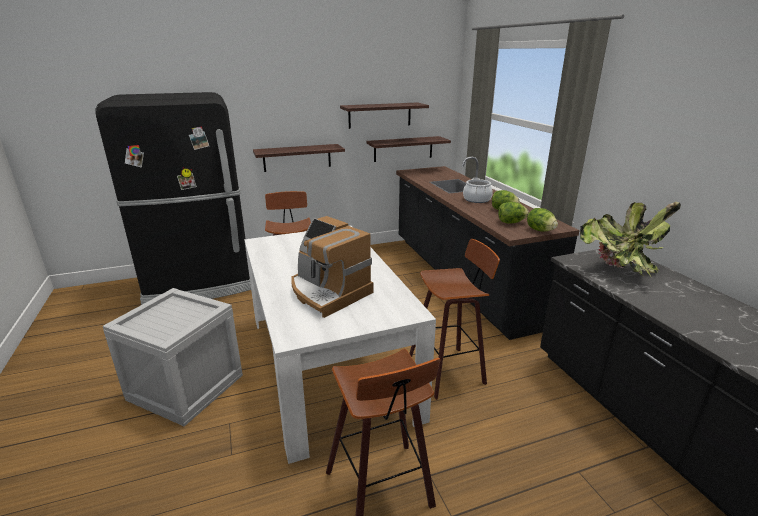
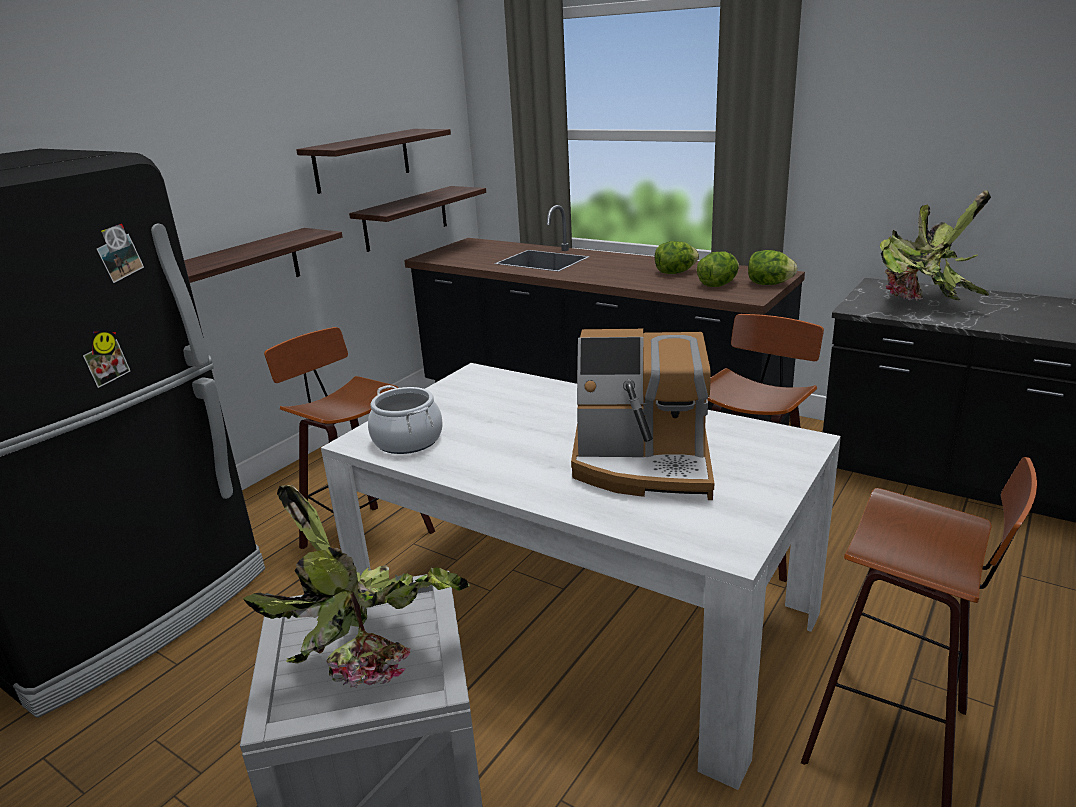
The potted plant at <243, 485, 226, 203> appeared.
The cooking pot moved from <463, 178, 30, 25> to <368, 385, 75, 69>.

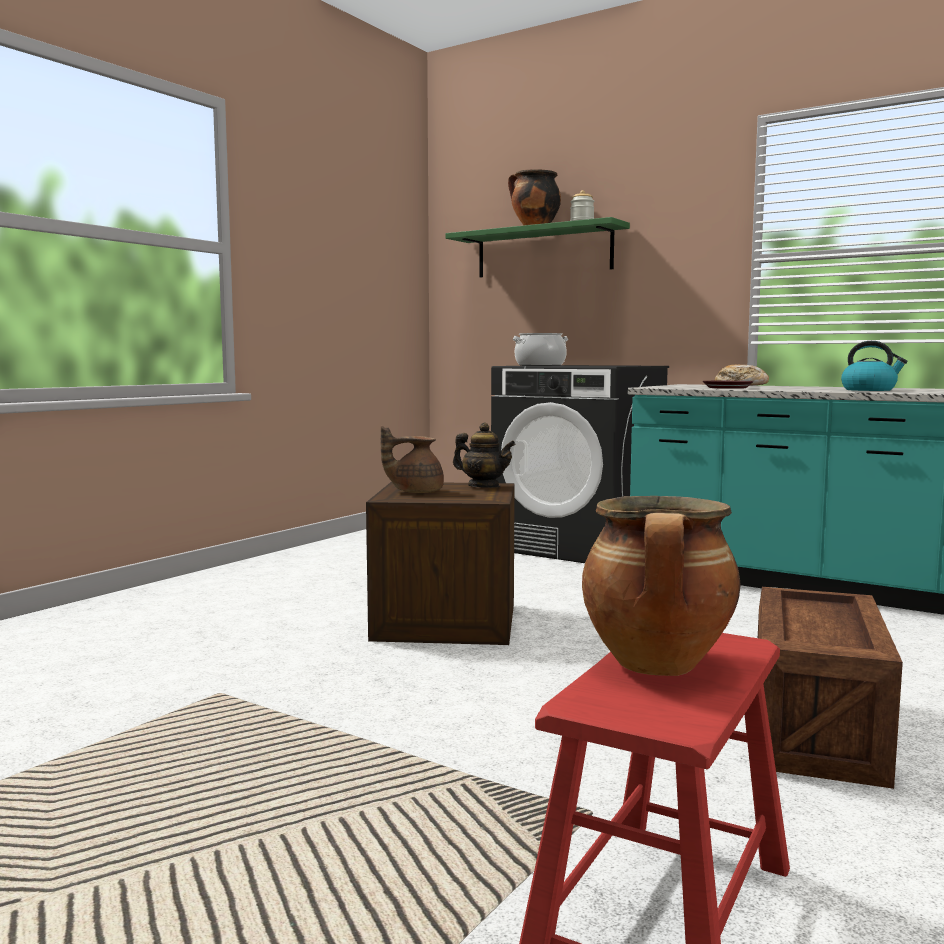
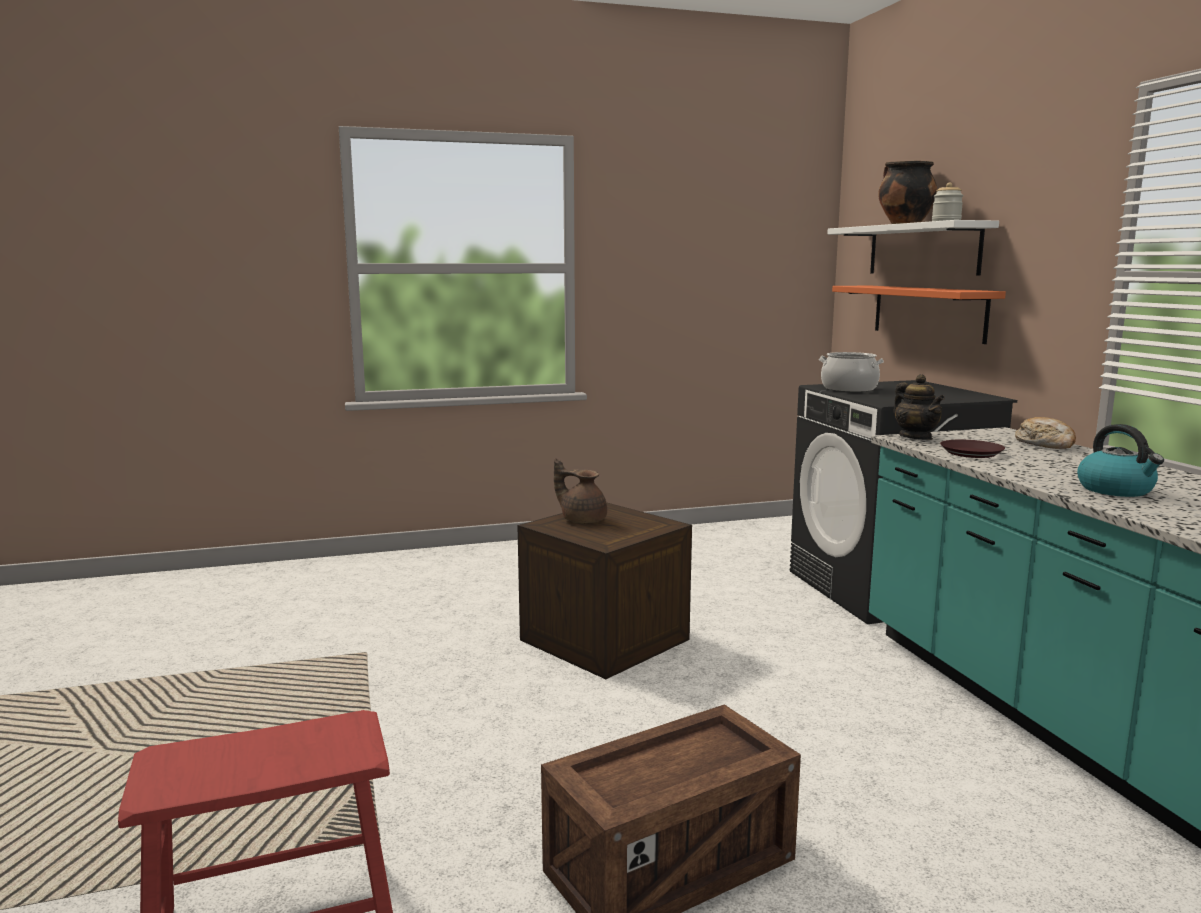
The shelf in green at <445, 217, 185, 60> became the shelf in white at <827, 220, 172, 56>.
The shelf in orange at <832, 286, 174, 58> appeared.
The teapot moved from <453, 423, 63, 65> to <893, 374, 52, 66>.
The cooking pot at <582, 496, 159, 180> disappeared.

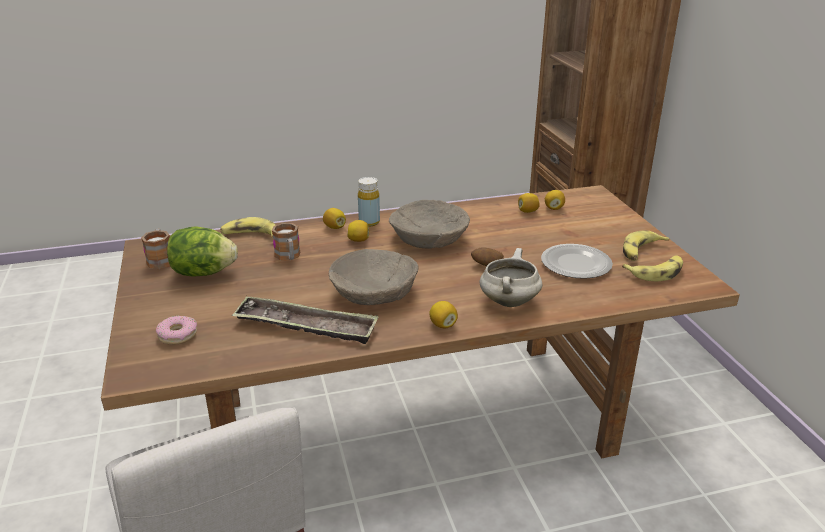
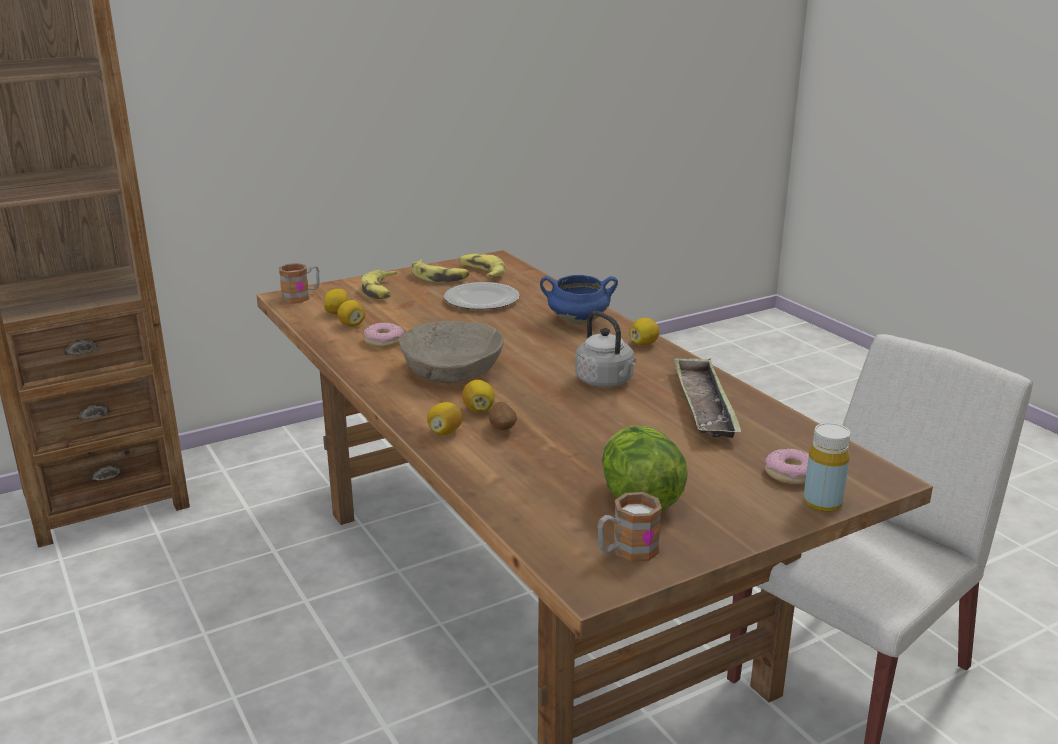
The mug moved from <272, 223, 28, 37> to <279, 263, 41, 41>.
The banana moved from <220, 217, 55, 21> to <361, 270, 36, 29>.
The donut at <364, 322, 40, 25> appeared.
The potato moved from <471, 247, 33, 19> to <489, 402, 28, 28>.
The cooking pot in white at <480, 248, 62, 59> became the cooking pot in blue at <540, 275, 78, 50>.
The bowl in beige at <329, 249, 90, 56> was replaced by the kettle in grey at <575, 311, 62, 76>.
The bottle in yellow moved from <358, 177, 22, 50> to <803, 423, 48, 89>.

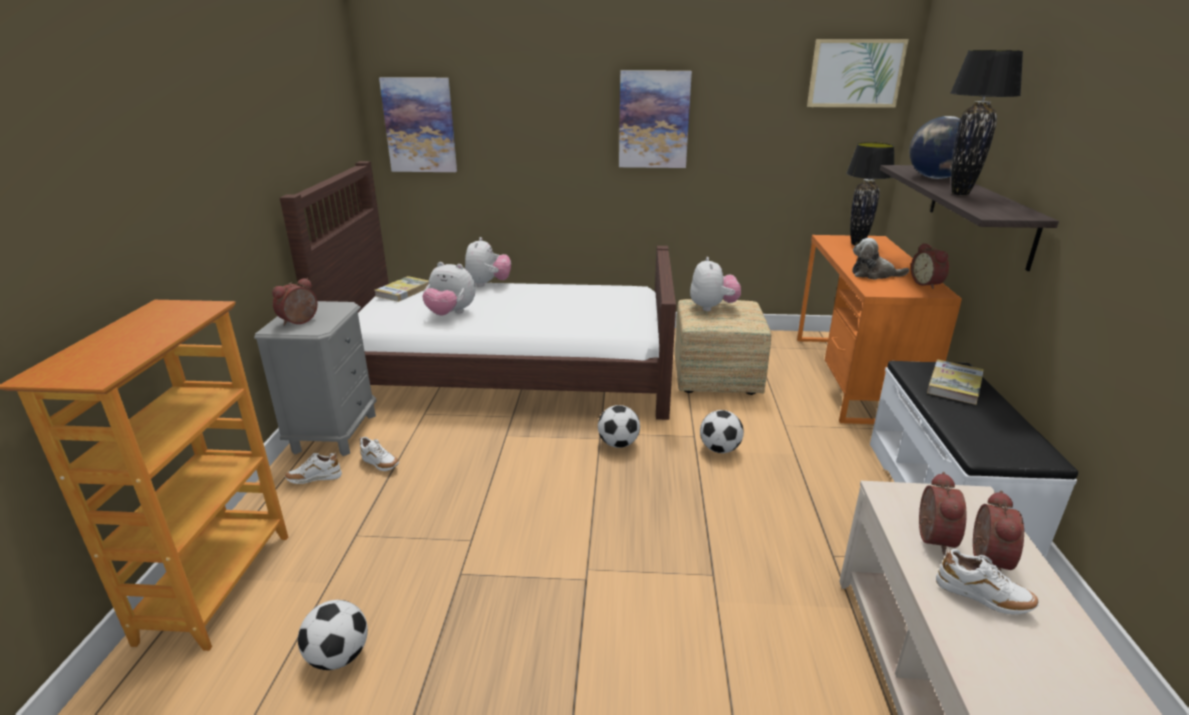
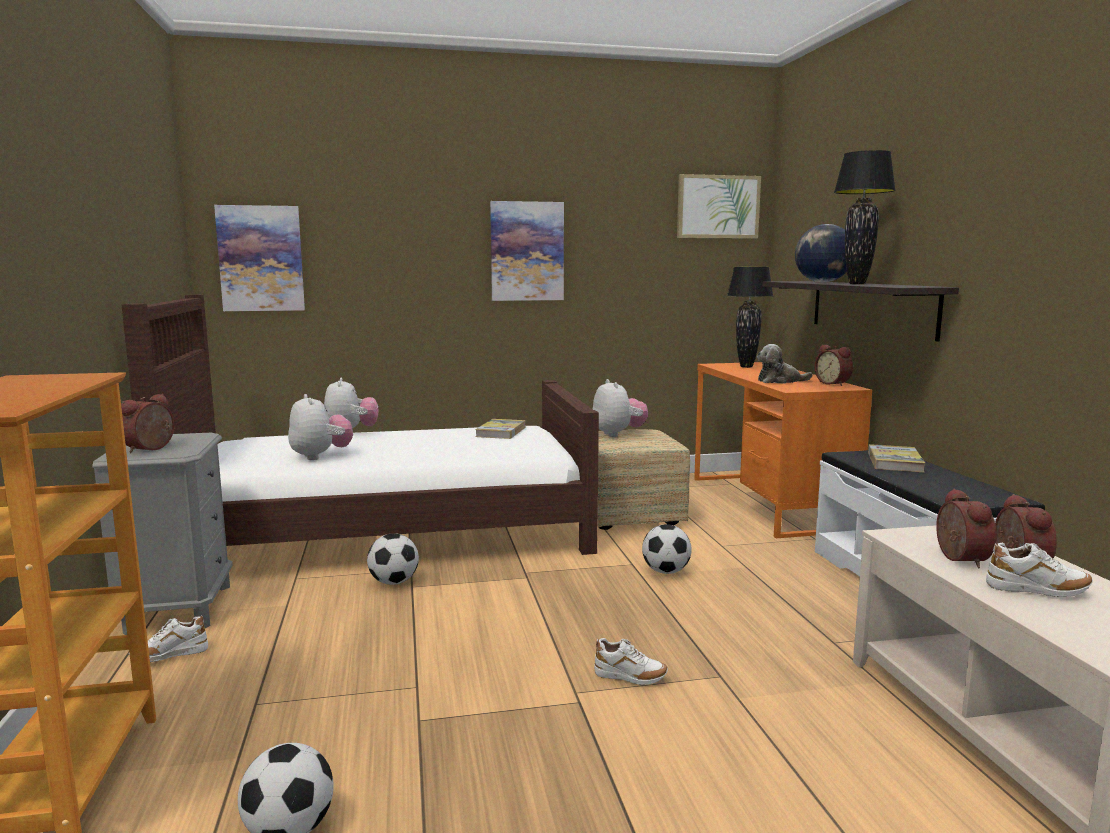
The plush toy at <422, 262, 54, 53> turned 120 degrees counterclockwise.
The football moved from <598, 405, 42, 43> to <367, 533, 52, 52>.
The book moved from <375, 276, 54, 26> to <475, 419, 51, 20>.
The shoe in white moved from <359, 437, 40, 34> to <594, 638, 74, 47>.

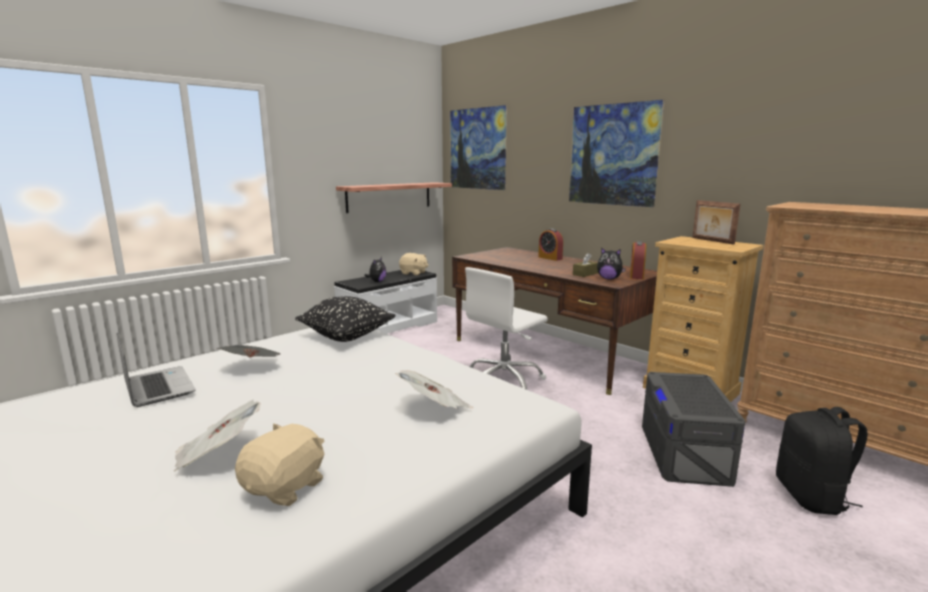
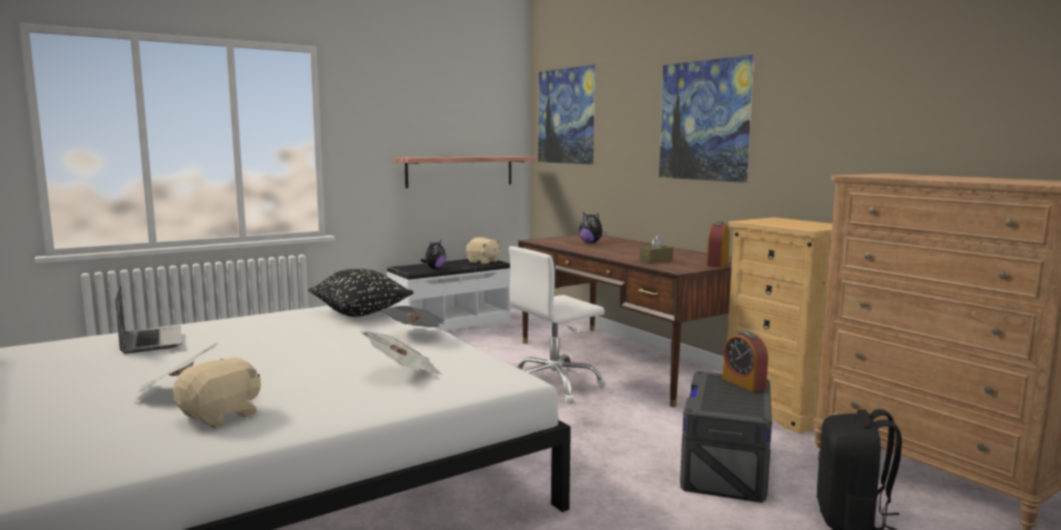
The newspaper moved from <215, 345, 65, 13> to <381, 306, 63, 21>.
The plush toy moved from <597, 248, 29, 31> to <579, 212, 28, 31>.
The alarm clock moved from <538, 229, 25, 32> to <723, 331, 45, 61>.
The picture frame at <692, 200, 48, 45> disappeared.

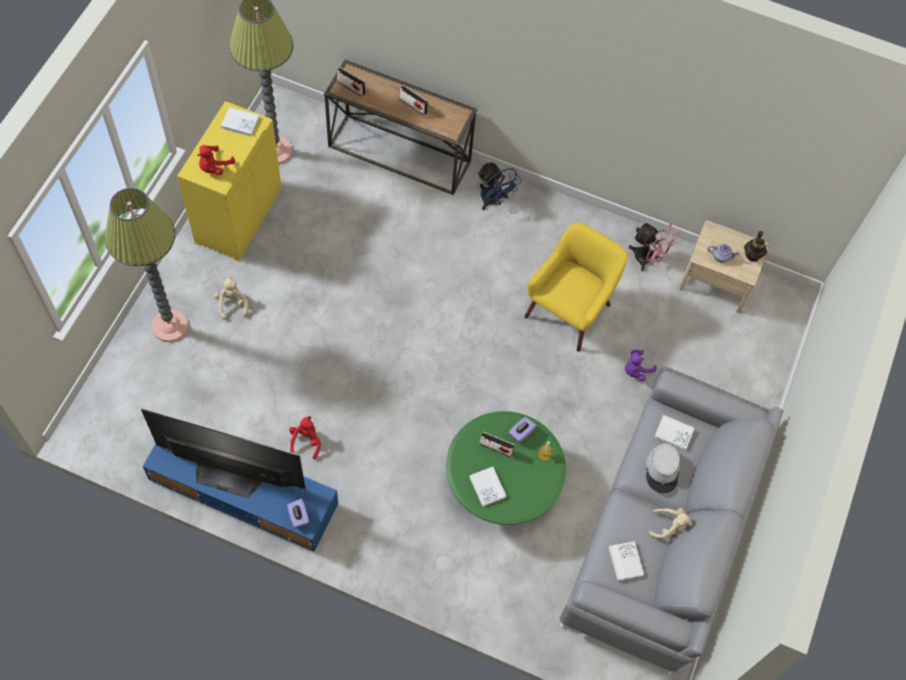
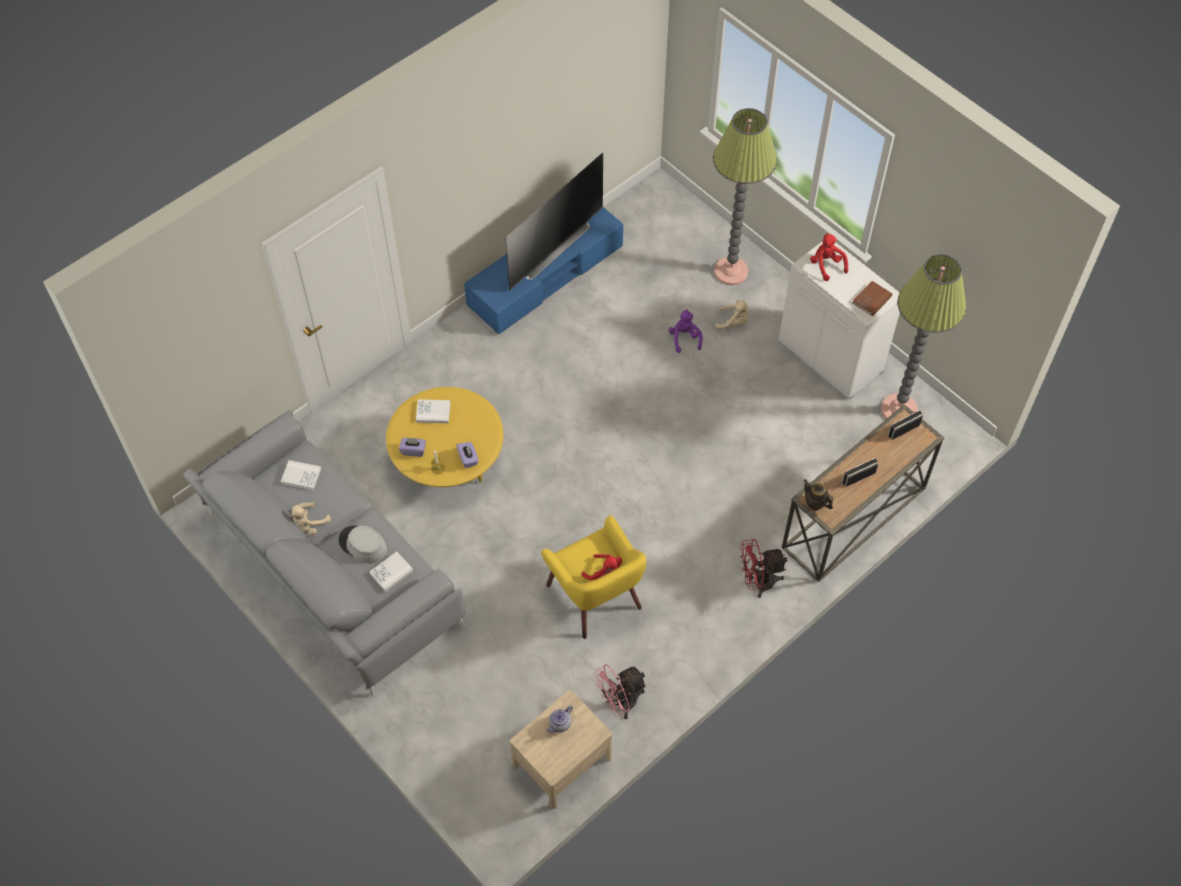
The coffee table in green at <446, 411, 120, 114> became the coffee table in yellow at <386, 387, 118, 100>.
The tissue box in purple moved from <287, 499, 22, 29> to <399, 438, 27, 19>.
The plush toy in red moved from <289, 416, 32, 43> to <582, 554, 40, 26>.
The plush toy in purple moved from <625, 350, 32, 31> to <668, 309, 35, 44>.
The fan in blue at <477, 162, 45, 48> became the fan in red at <740, 539, 47, 59>.
The cabinet in yellow at <177, 101, 105, 160> became the cabinet in white at <778, 241, 122, 158>.
The teapot moved from <744, 231, 23, 31> to <803, 479, 30, 32>.
The book in white at <221, 107, 39, 29> became the book in brown at <852, 281, 40, 35>.
The radio at <479, 432, 36, 26> disappeared.

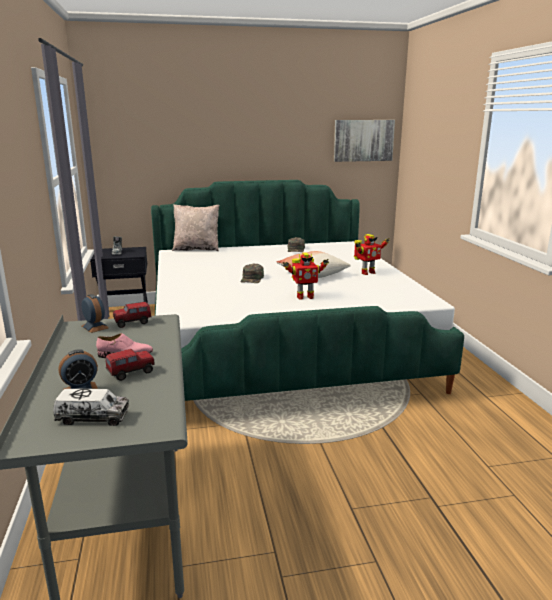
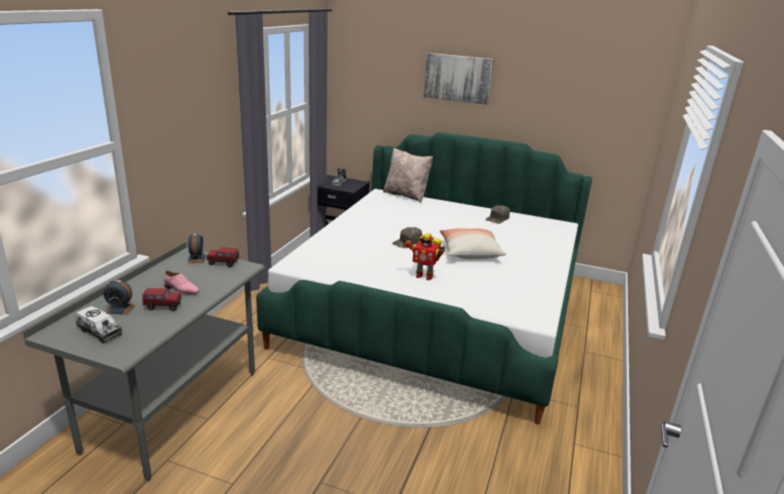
The picture moved from <334, 120, 61, 42> to <423, 53, 71, 52>.
The toy robot at <354, 234, 36, 41> disappeared.

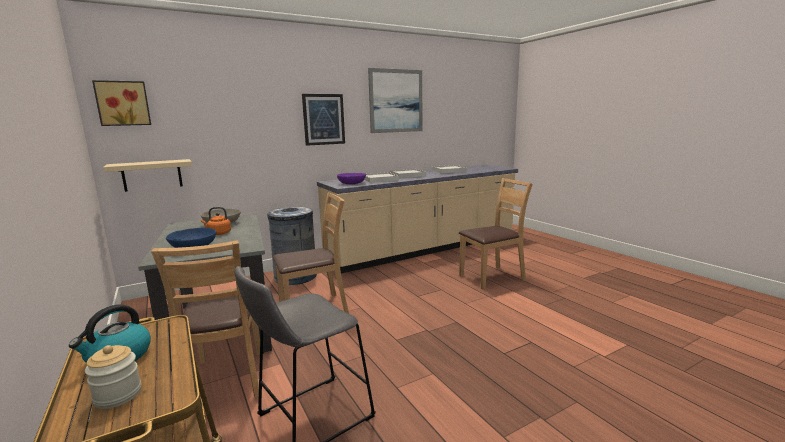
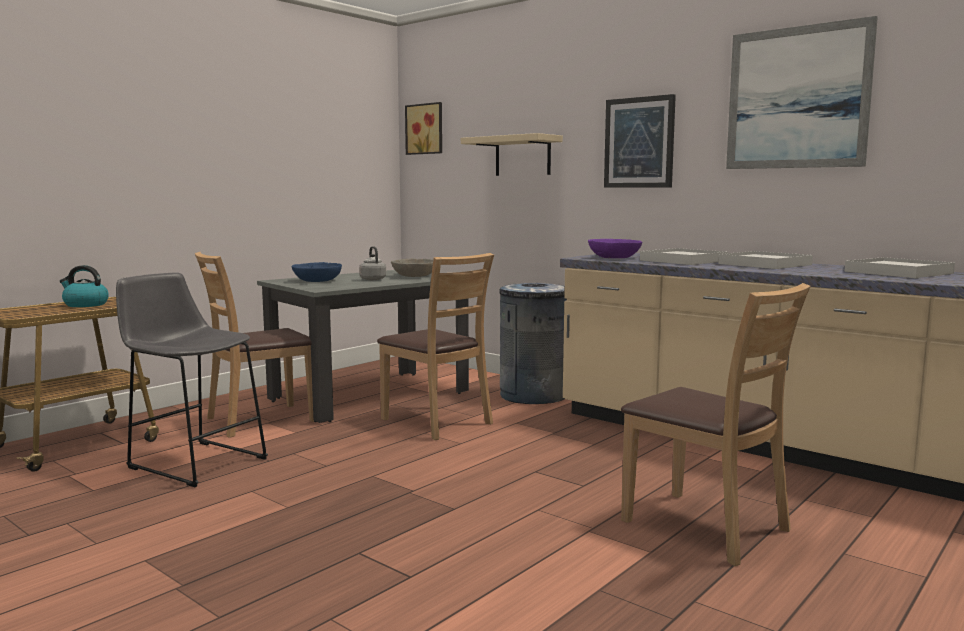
The kettle in orange at <201, 207, 30, 28> became the kettle in grey at <359, 246, 27, 34>.
The shelf in beige moved from <103, 159, 89, 33> to <461, 133, 102, 43>.
The jar at <85, 345, 56, 64> disappeared.

